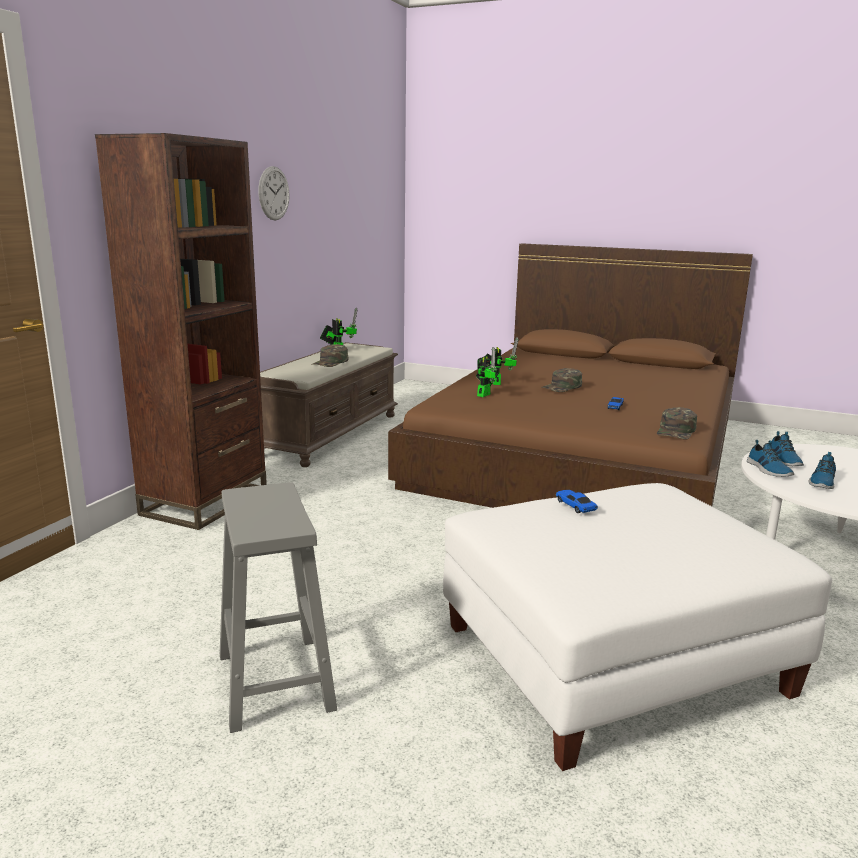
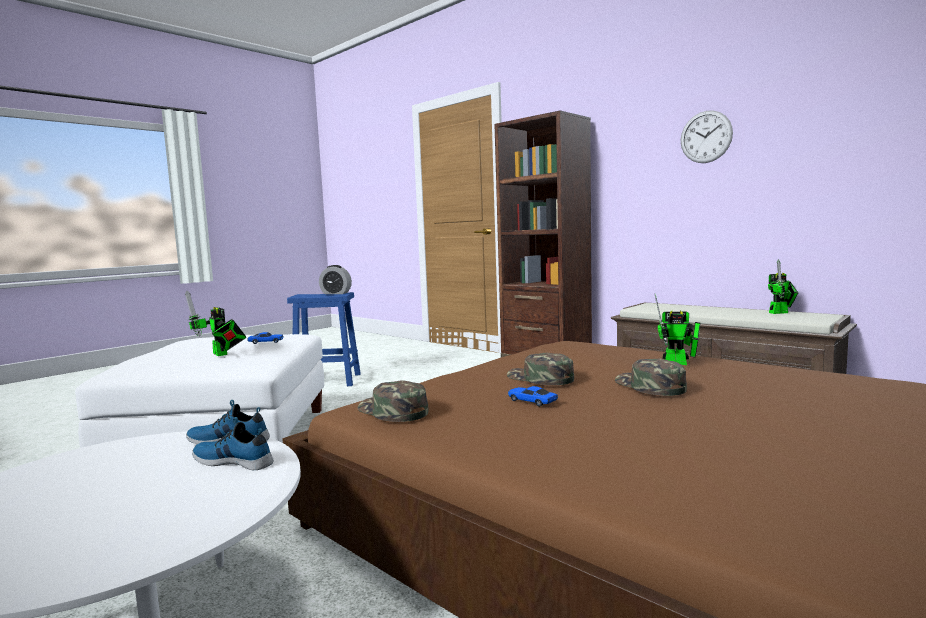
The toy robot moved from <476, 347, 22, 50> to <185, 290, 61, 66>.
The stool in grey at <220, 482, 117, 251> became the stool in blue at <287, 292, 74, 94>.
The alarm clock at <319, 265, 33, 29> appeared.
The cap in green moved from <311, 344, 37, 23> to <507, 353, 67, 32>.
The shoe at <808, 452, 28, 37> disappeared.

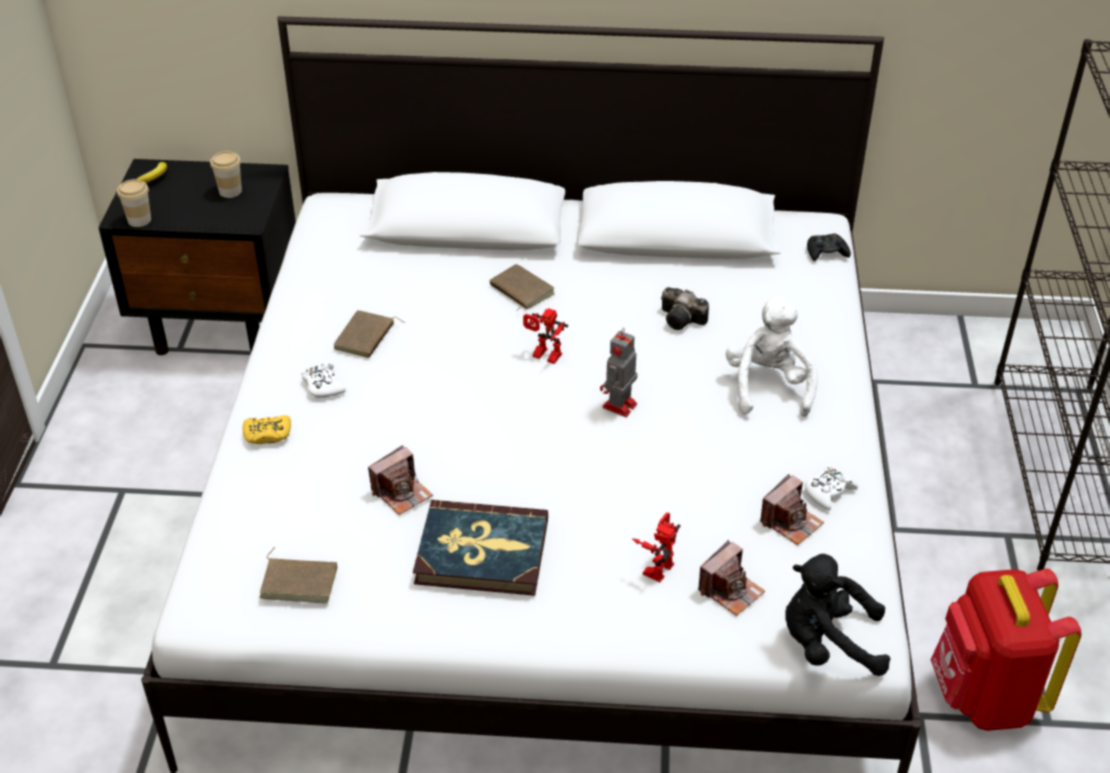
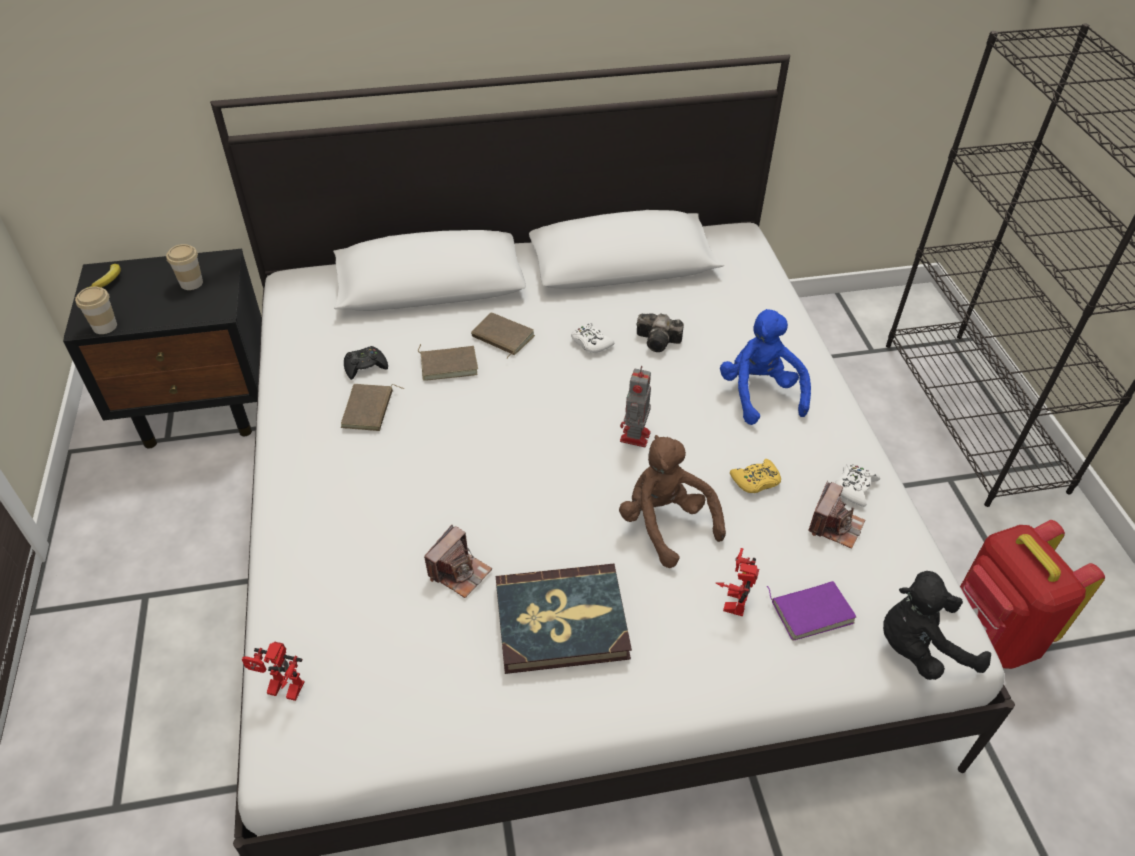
The toy robot moved from <523, 308, 45, 56> to <242, 642, 63, 59>.
The game controller in black moved from <807, 233, 44, 28> to <344, 346, 44, 34>.
The book in brown moved from <259, 547, 78, 56> to <418, 344, 60, 37>.
The game controller in white moved from <301, 363, 45, 35> to <571, 323, 43, 30>.
The plush toy in brown at <619, 435, 107, 133> appeared.
The plush toy in white at <726, 296, 92, 121> became the plush toy in blue at <720, 309, 91, 116>.
The game controller in yellow moved from <243, 415, 48, 29> to <730, 459, 51, 34>.
The photo camera at <698, 540, 67, 76> was replaced by the book in purple at <767, 581, 90, 59>.

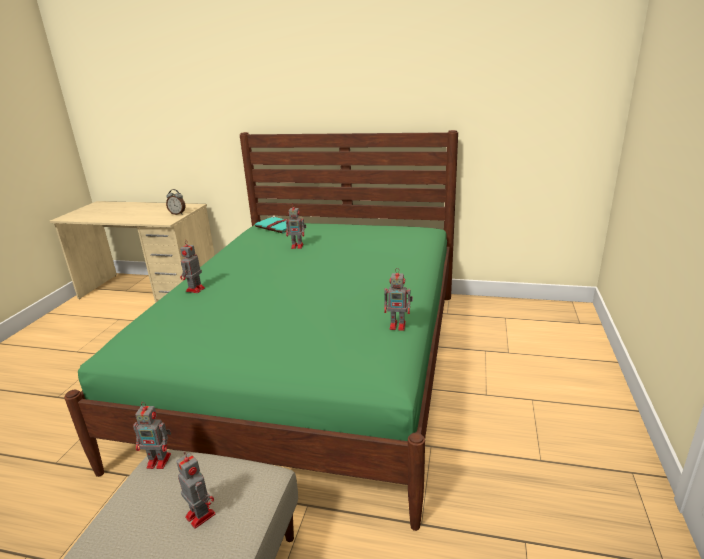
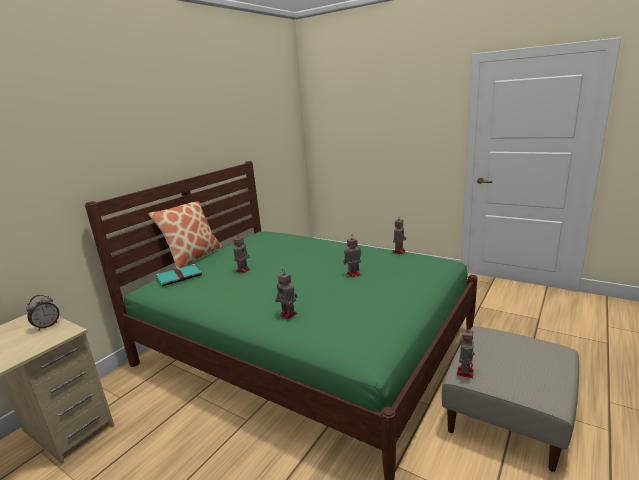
The pillow at <148, 201, 75, 68> appeared.
The toy robot moved from <176, 451, 39, 78> to <343, 237, 18, 41>.

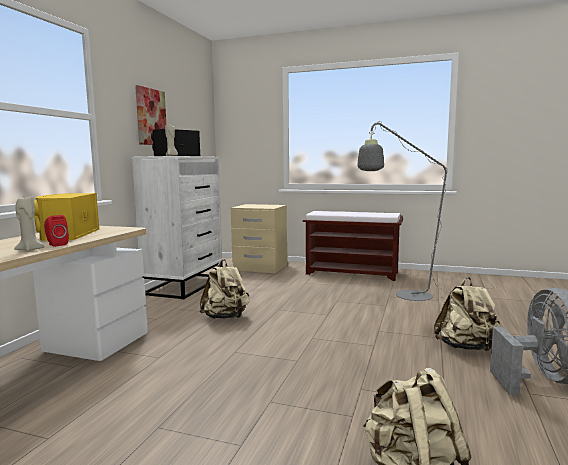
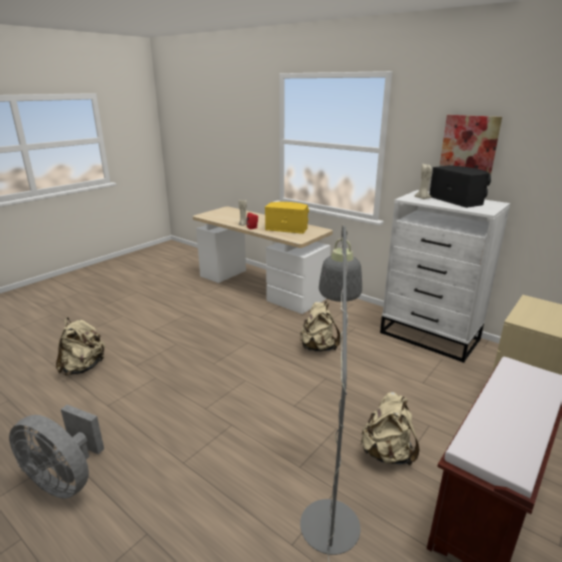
The backpack in beige moved from <434, 277, 66, 74> to <360, 392, 59, 74>.

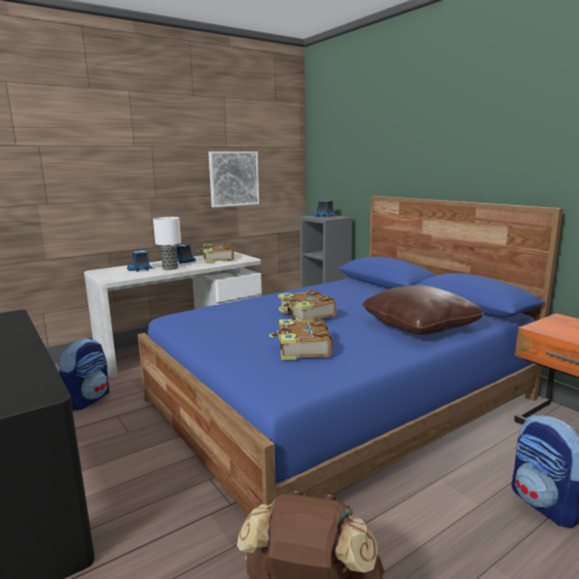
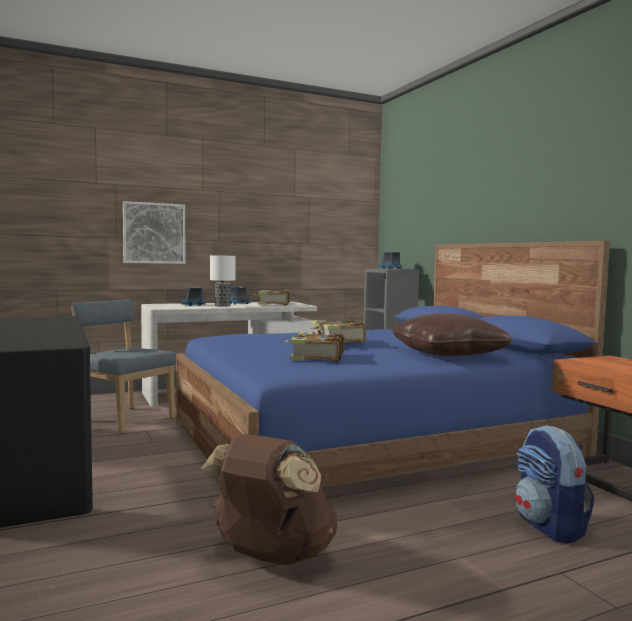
The backpack at <58, 338, 51, 73> was replaced by the chair in blue at <71, 299, 105, 134>.
The picture moved from <208, 151, 51, 57> to <123, 201, 62, 63>.

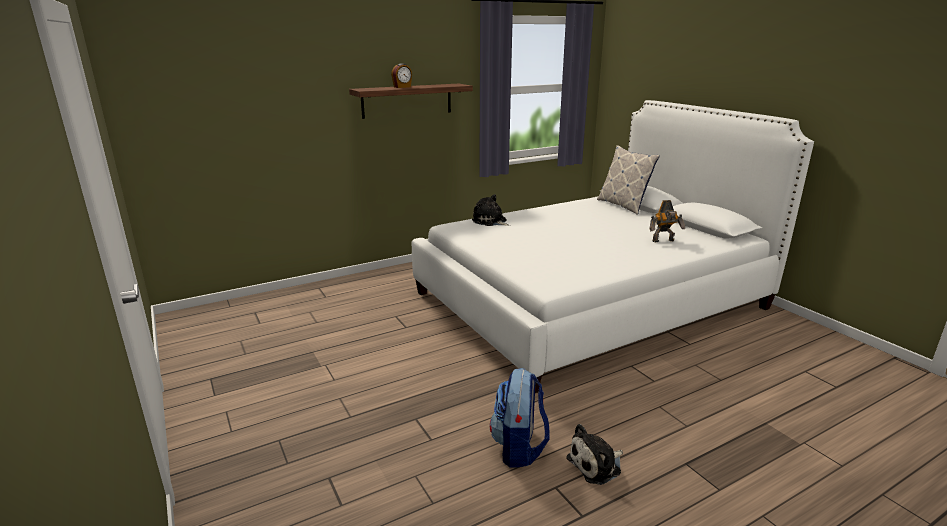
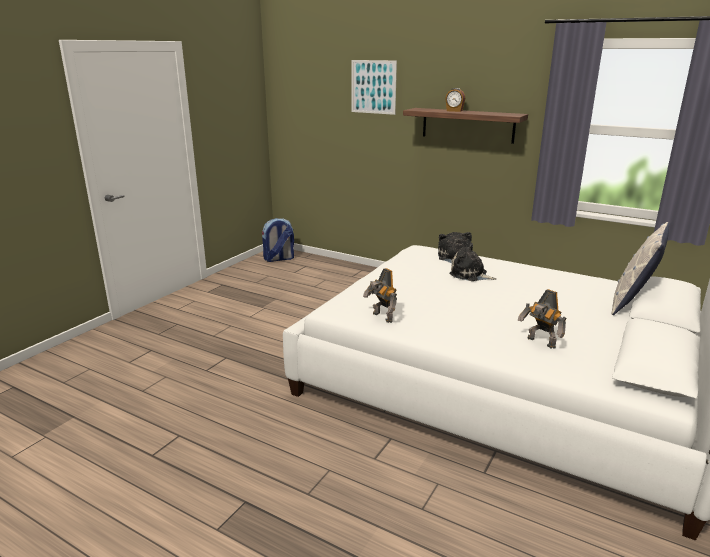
The backpack moved from <490, 368, 60, 100> to <262, 218, 32, 44>.
The picture at <352, 60, 45, 55> appeared.
The toy robot at <363, 268, 34, 55> appeared.
The plush toy moved from <566, 424, 57, 61> to <449, 243, 48, 38>.

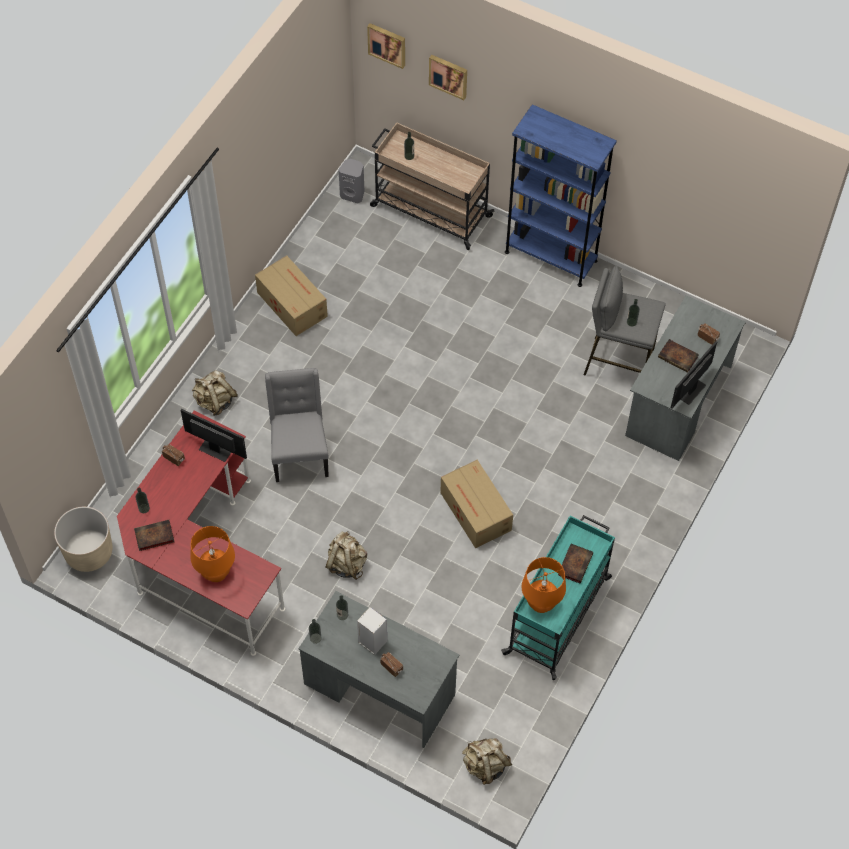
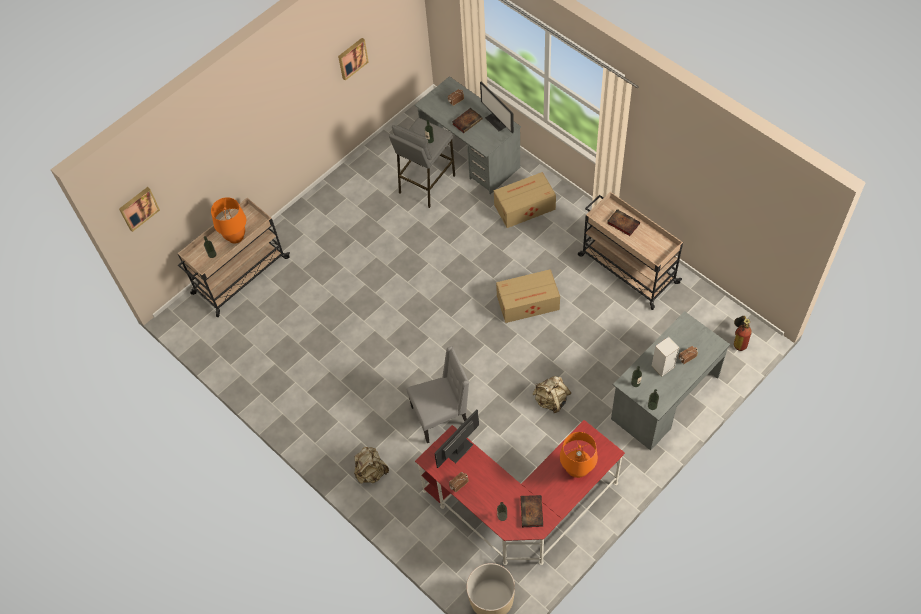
The table lamp in orange moved from <522, 557, 44, 56> to <211, 197, 35, 46>.
The picture moved from <429, 55, 38, 45> to <338, 38, 31, 43>.
The chair in grey at <265, 368, 64, 114> turned 150 degrees clockwise.
The cardboard box moved from <255, 256, 73, 80> to <494, 172, 62, 56>.
The cart in turquoise at <501, 515, 114, 165> became the cart in beige at <578, 192, 105, 118>.
The backpack in beige at <462, 738, 50, 47> was replaced by the fire extinguisher at <734, 316, 18, 35>.
The speaker in grey at <338, 159, 26, 44> disappeared.
The bookcase in blue at <505, 104, 112, 183> disappeared.

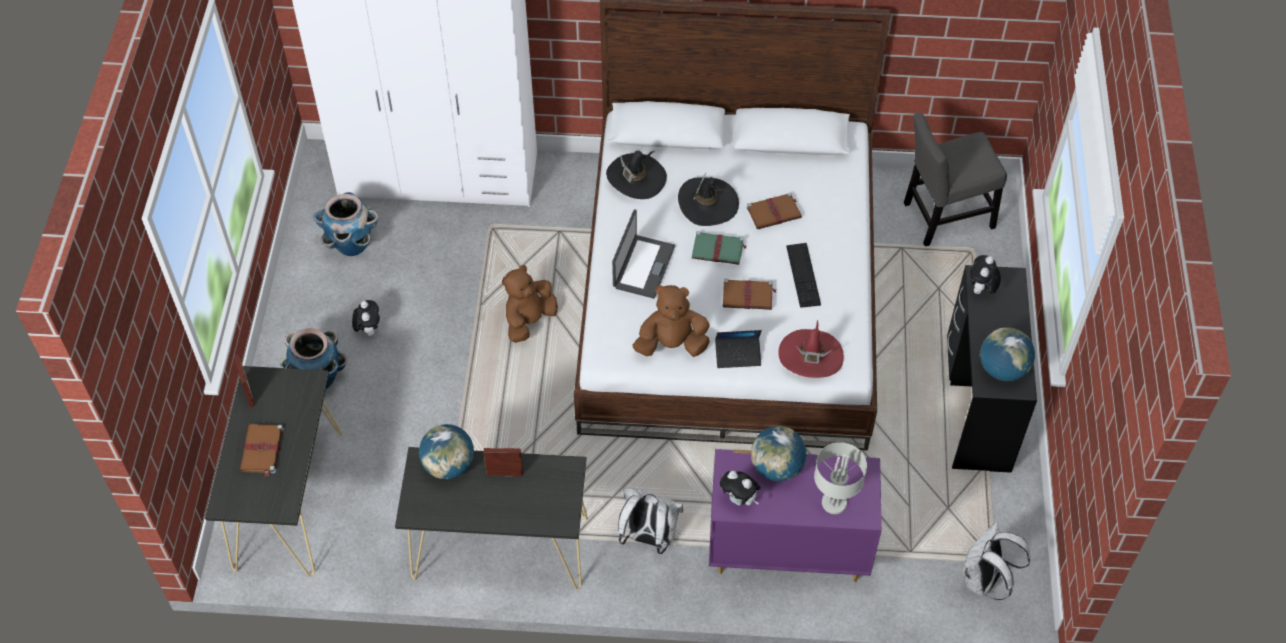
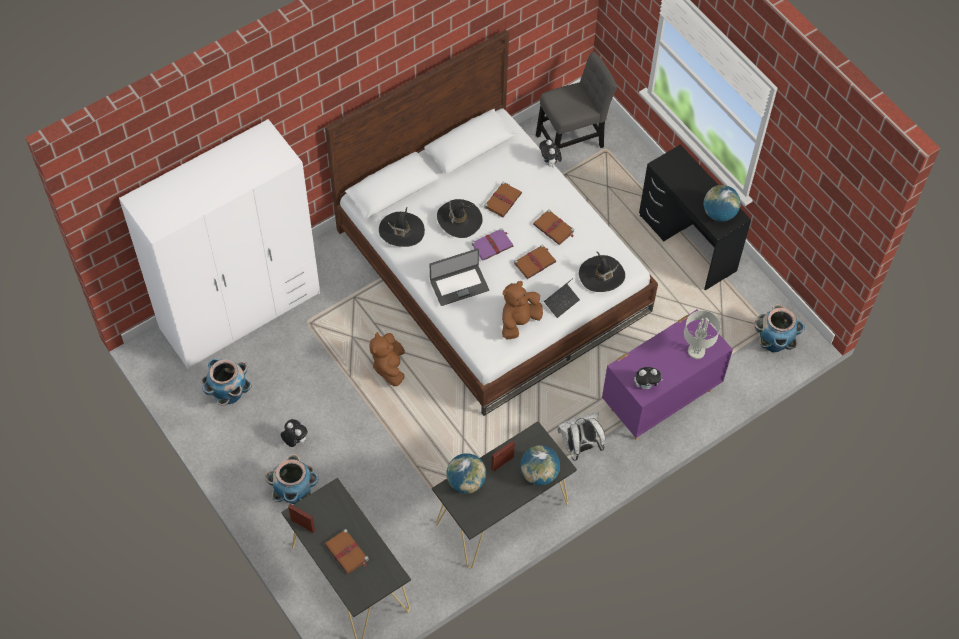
The laptop at <612, 209, 63, 90> turned 90 degrees clockwise.
The book in green at <692, 231, 55, 34> became the book in purple at <471, 228, 42, 33>.
The globe moved from <751, 426, 55, 55> to <520, 445, 40, 40>.
The keyboard at <786, 243, 35, 65> was replaced by the book in brown at <533, 209, 41, 36>.
The chair in grey at <904, 113, 103, 133> turned 150 degrees counterclockwise.
The plush toy moved from <970, 255, 31, 40> to <539, 140, 23, 27>.
The hat in red at <778, 320, 66, 58> became the hat in black at <579, 251, 46, 41>.
The backpack in white at <963, 522, 67, 78> was replaced by the planter at <754, 304, 51, 48>.

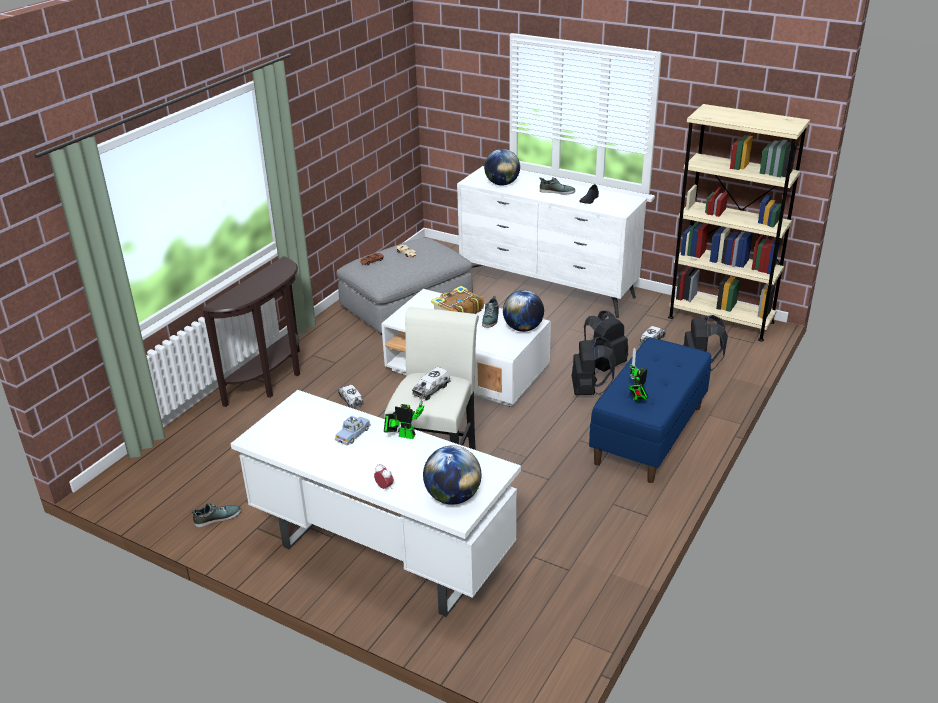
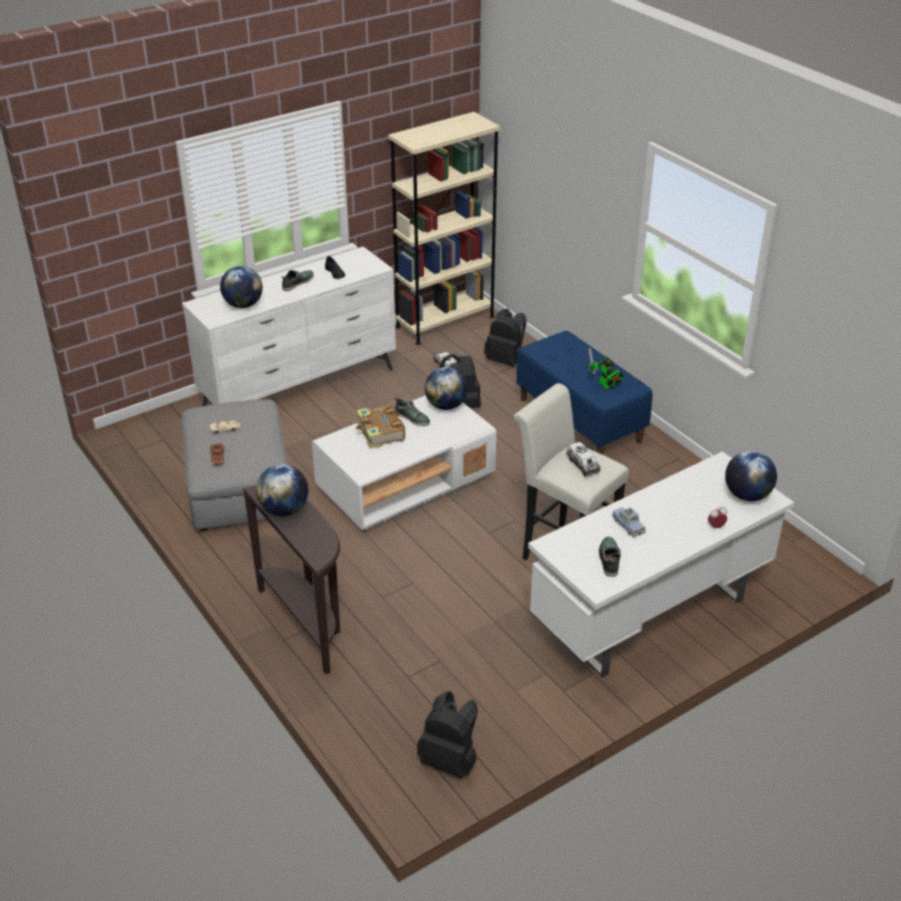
The globe at <256, 464, 52, 52> appeared.
The backpack in black moved from <572, 337, 44, 58> to <417, 691, 61, 87>.
The shoe moved from <191, 503, 50, 25> to <599, 537, 22, 40>.
The toy truck at <338, 385, 26, 23> disappeared.
The toy robot at <384, 385, 42, 54> disappeared.

